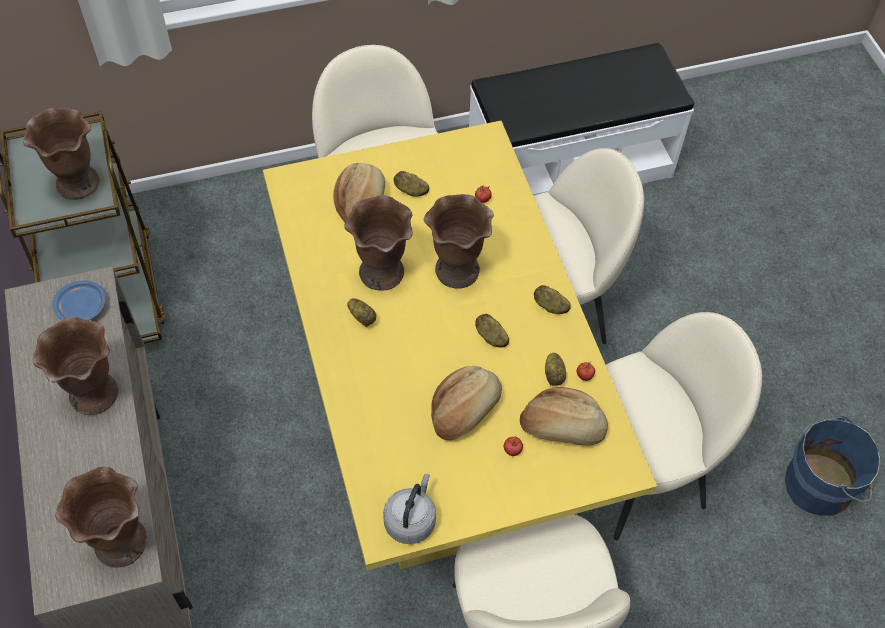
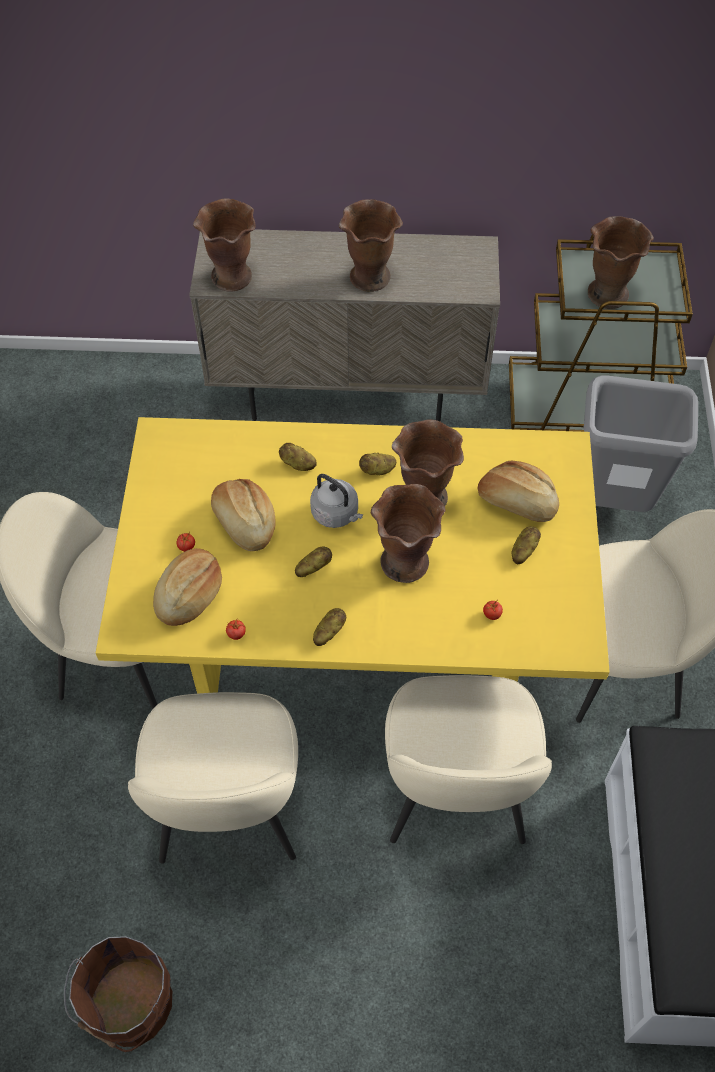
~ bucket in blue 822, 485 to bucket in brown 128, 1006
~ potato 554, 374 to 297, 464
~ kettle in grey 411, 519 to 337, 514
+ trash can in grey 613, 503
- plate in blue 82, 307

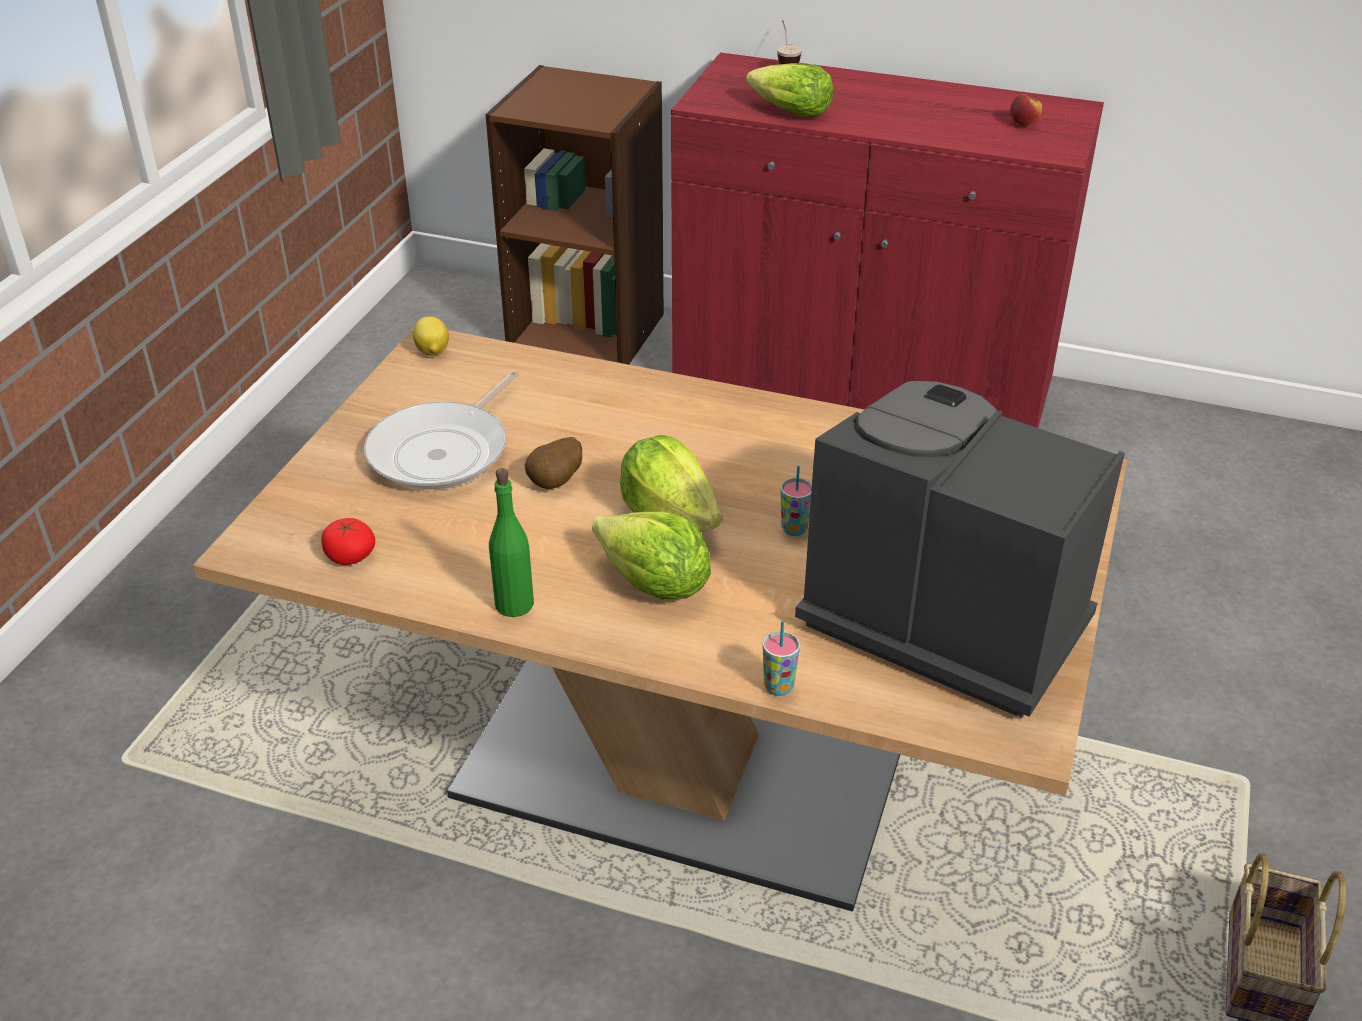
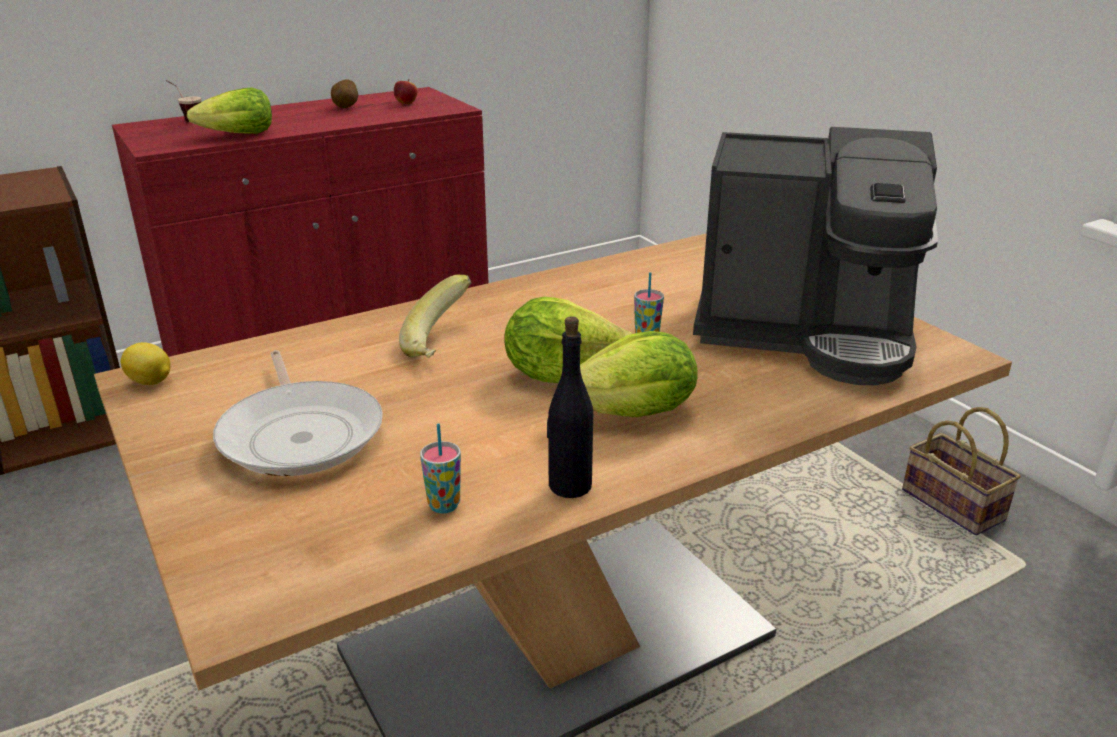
~ potato 556, 483 to 347, 107
+ banana 441, 345
~ cup 778, 687 to 444, 505
~ bottle in green 514, 604 to bottle in black 569, 485
~ coffee machine 940, 617 = 806, 332 150 degrees counterclockwise
- tomato 350, 555

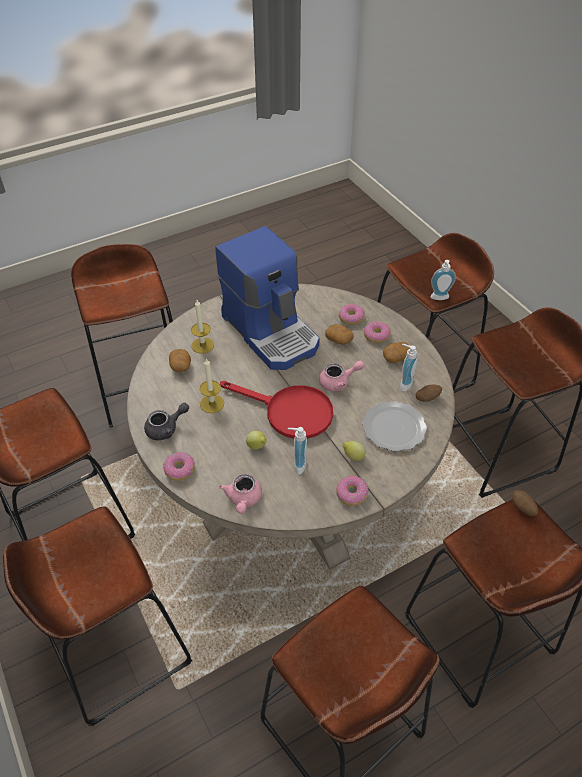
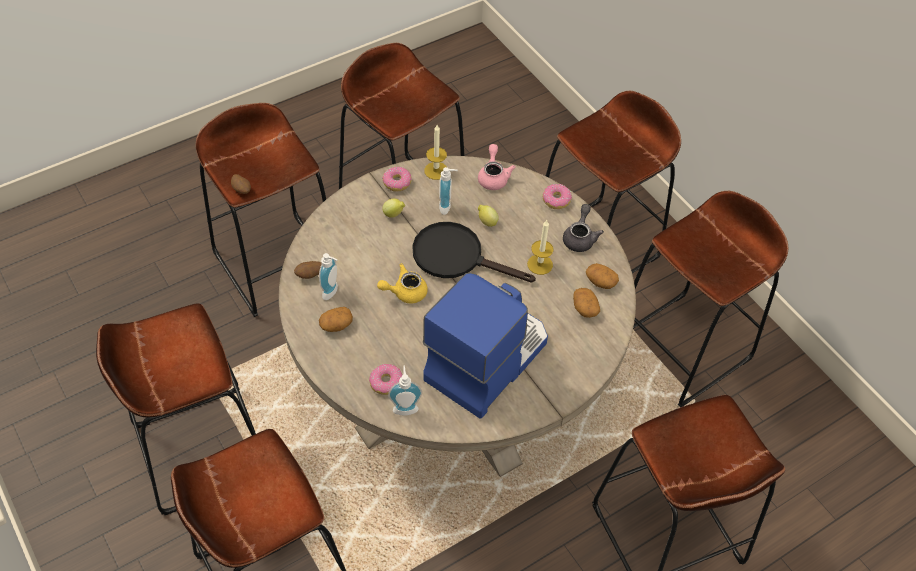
~ teapot in pink 338, 382 to teapot in yellow 405, 292
~ soap dispenser 440, 298 to 405, 407
~ frying pan in red 290, 412 to frying pan in black 457, 257
~ coffee machine 272, 331 = 485, 359 75 degrees clockwise
~ candle 202, 345 to 436, 171
~ teapot in grey 166, 428 = 580, 237 135 degrees clockwise
~ potato 339, 340 to 600, 281
- plate 393, 427
- donut 376, 336

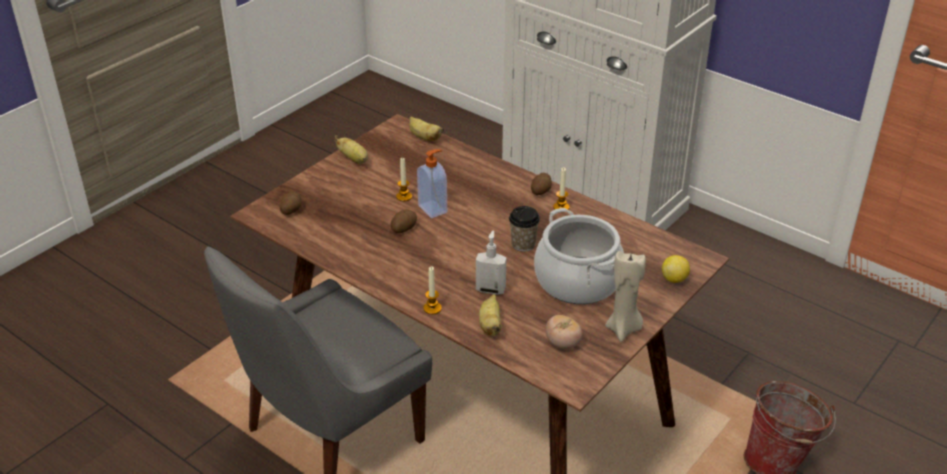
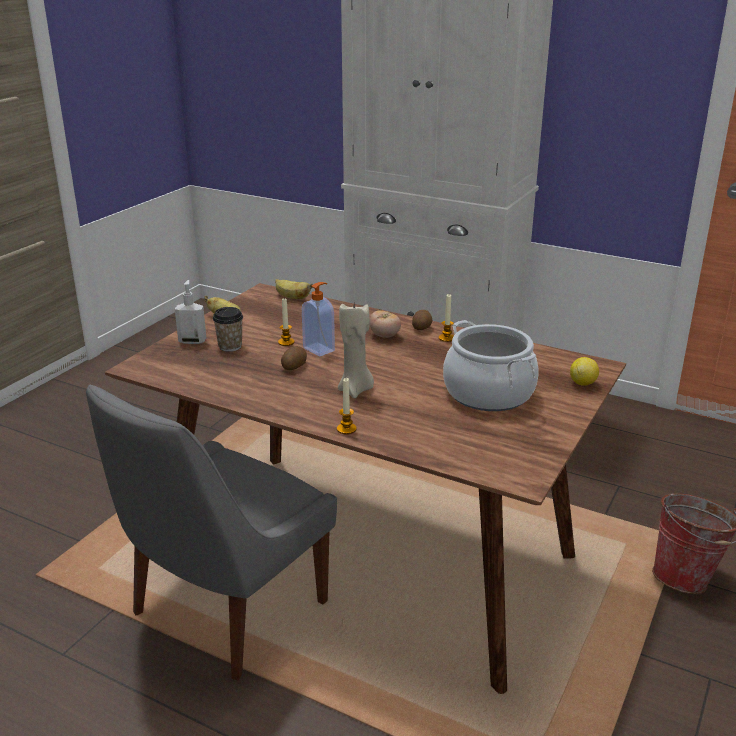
~ soap dispenser 490, 289 to 192, 341
~ cup 523, 244 to 230, 346
~ candle in beige 624, 329 to 356, 390
~ tomato 562, 343 to 384, 336
- potato 291, 210
- banana 490, 325

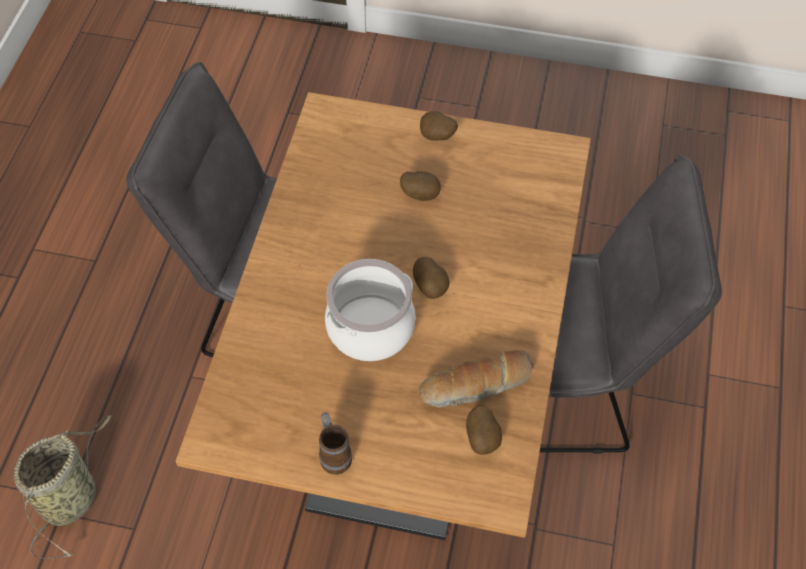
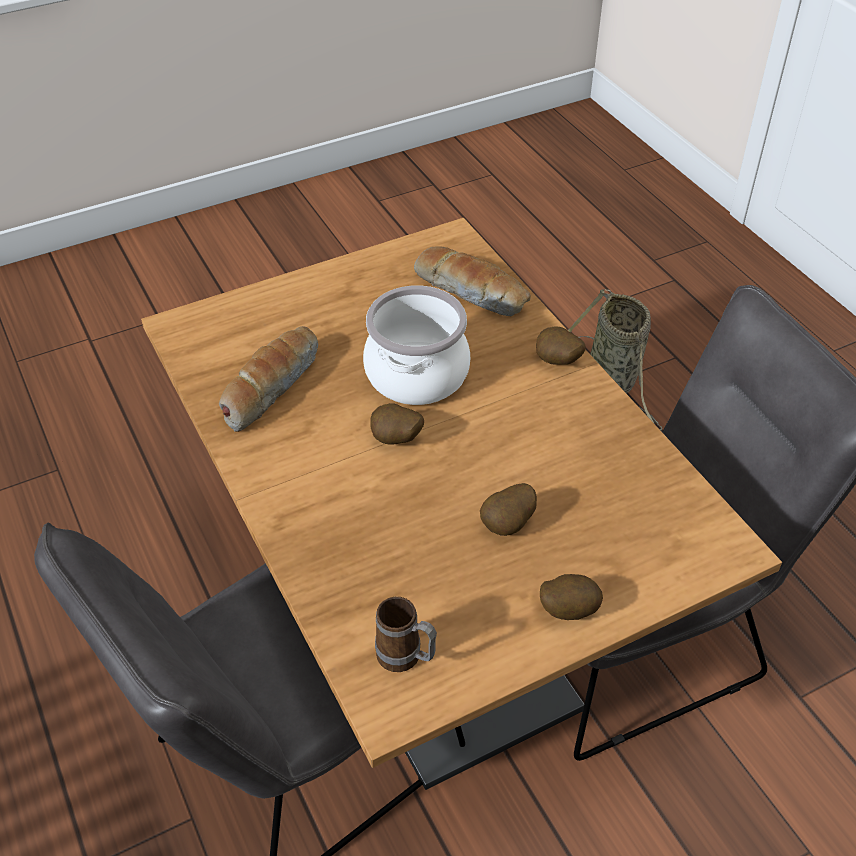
~ mug 334, 454 to 406, 658
+ bread 472, 291
~ potato 483, 439 to 557, 362

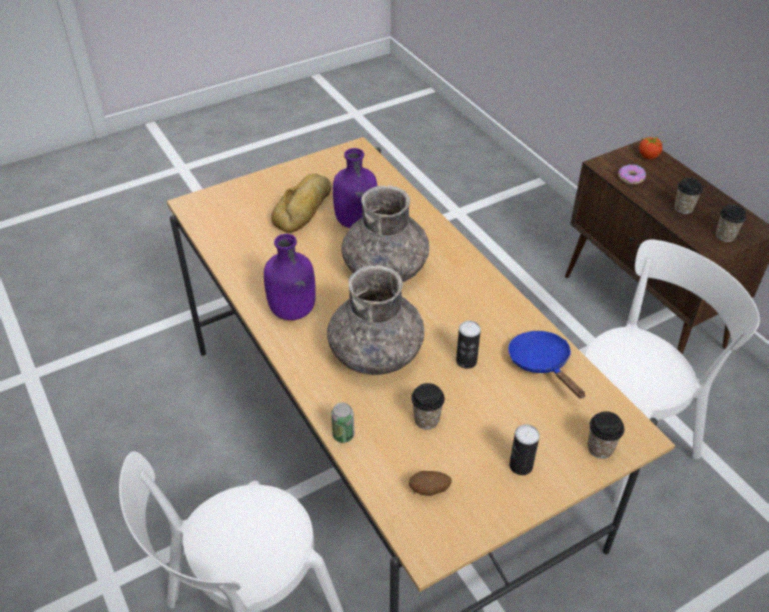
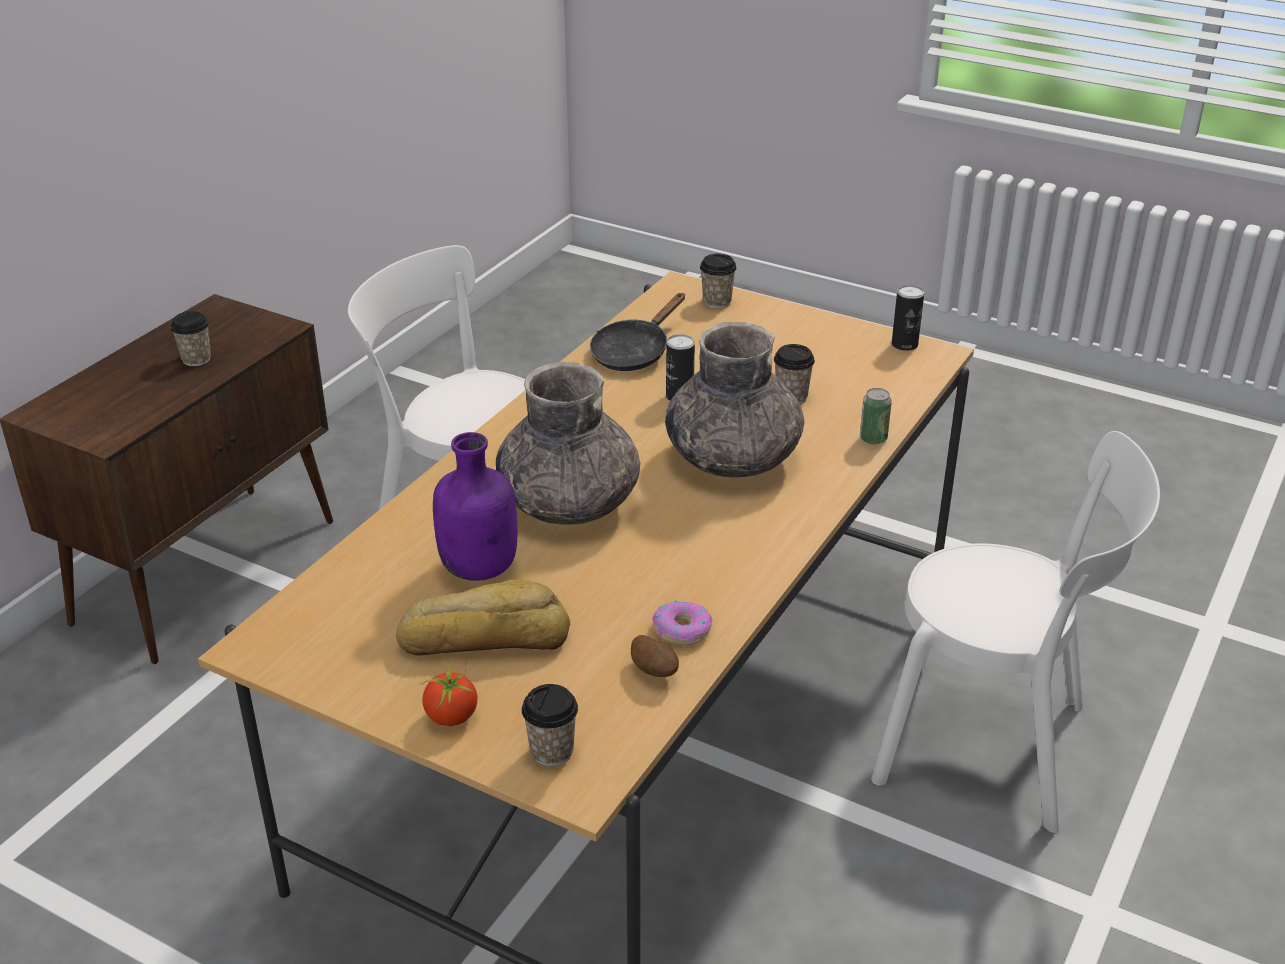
~ tomato 648, 156 to 451, 716
~ cup 725, 235 to 551, 751
~ frying pan in blue 542, 363 to frying pan in black 634, 352
~ potato 429, 490 to 654, 672
~ donut 631, 178 to 682, 630
~ can 521, 466 to 904, 344
- bottle in purple 293, 311

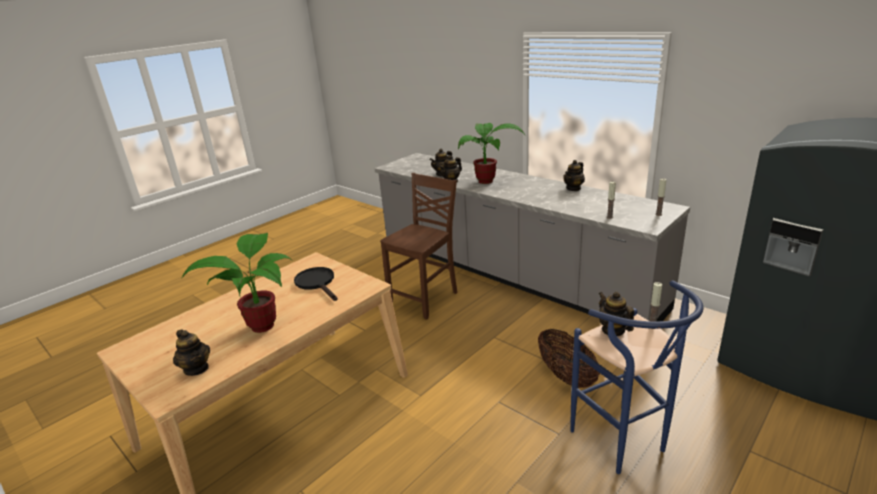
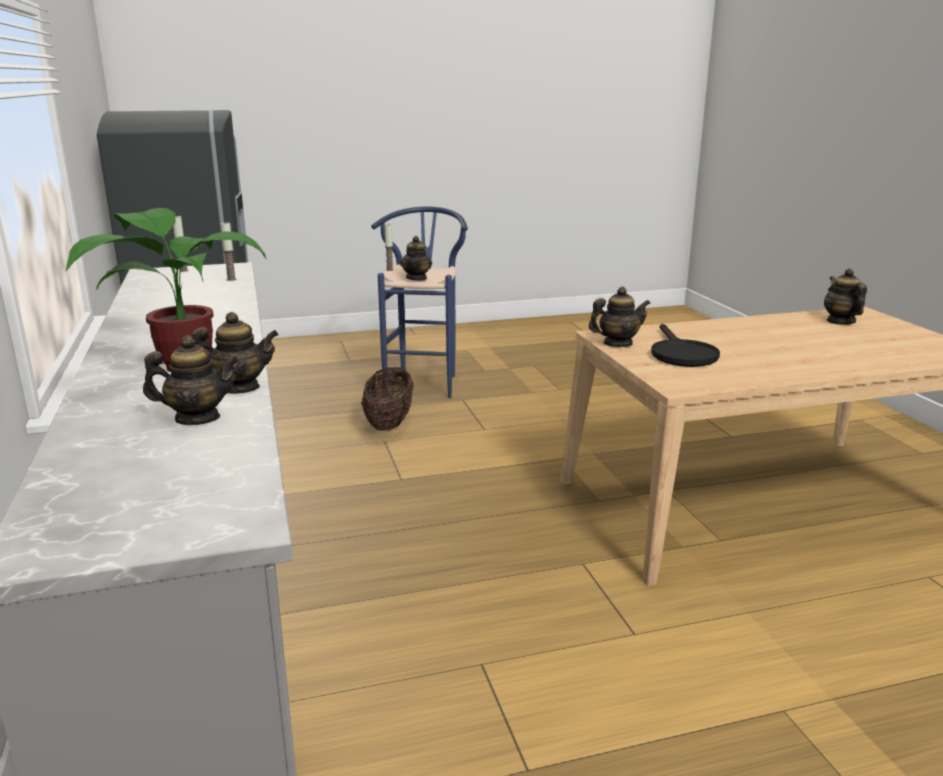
~ teapot 573, 188 to 617, 344
- potted plant 263, 323
- chair in brown 425, 299

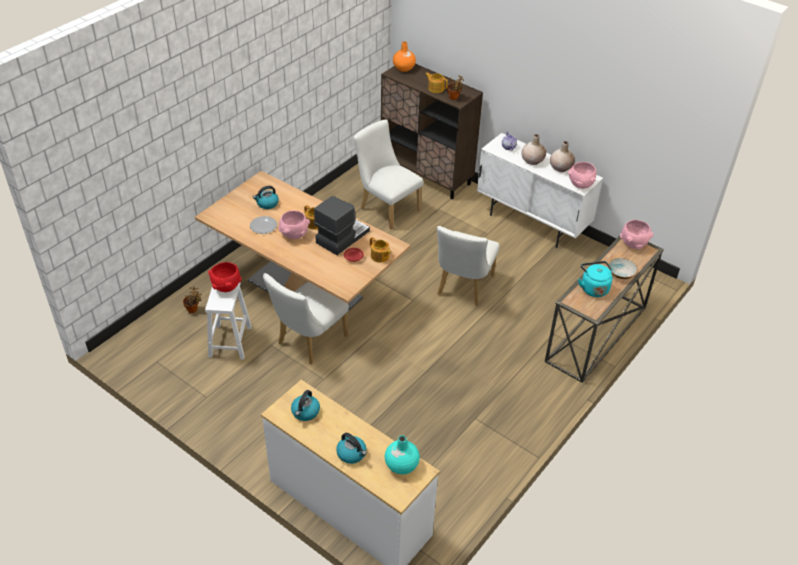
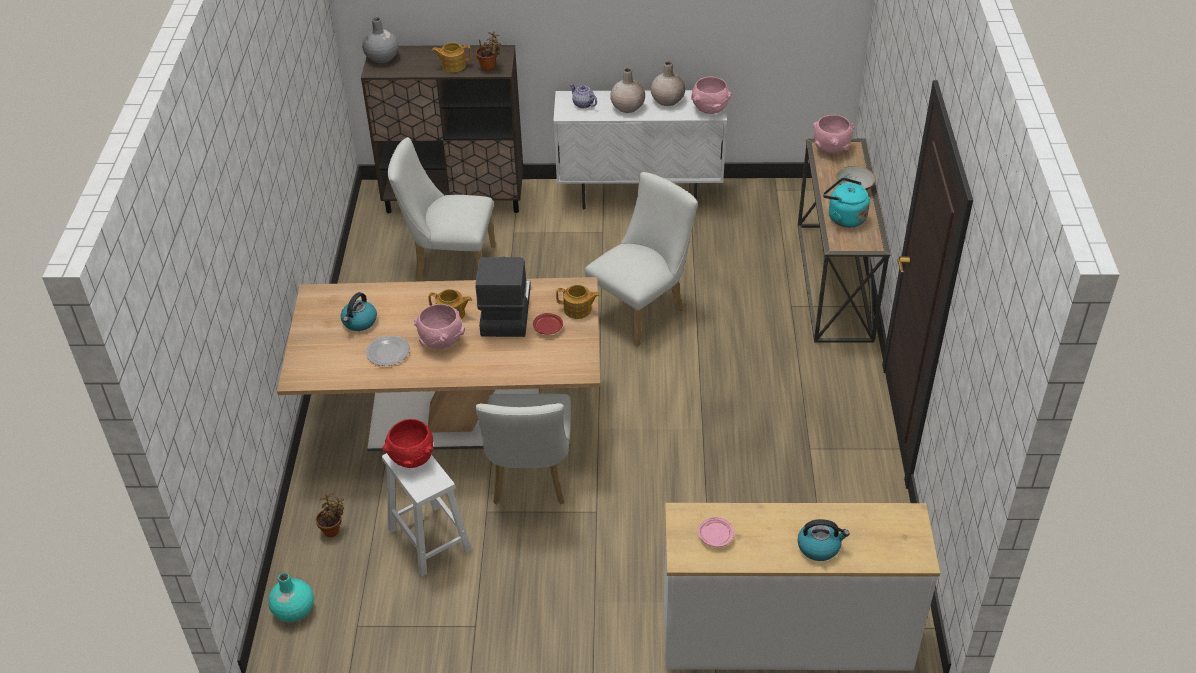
~ vase in turquoise 401, 464 to 293, 610
~ vase in orange 403, 68 to vase in grey 382, 58
~ chair in white 463, 288 = 642, 310 120 degrees counterclockwise
~ kettle 305, 412 to plate in pink 715, 536

